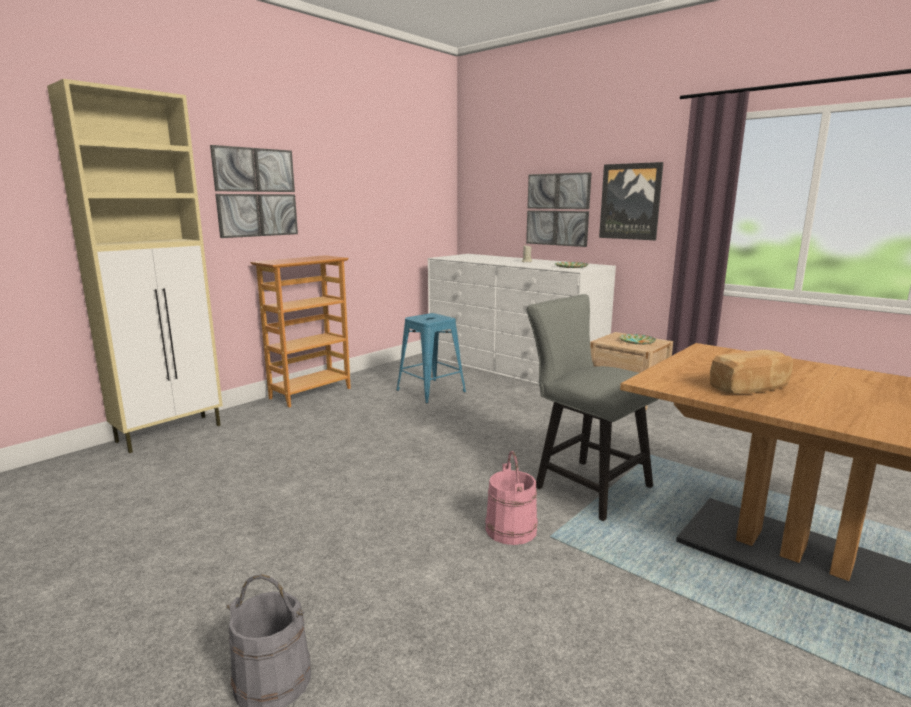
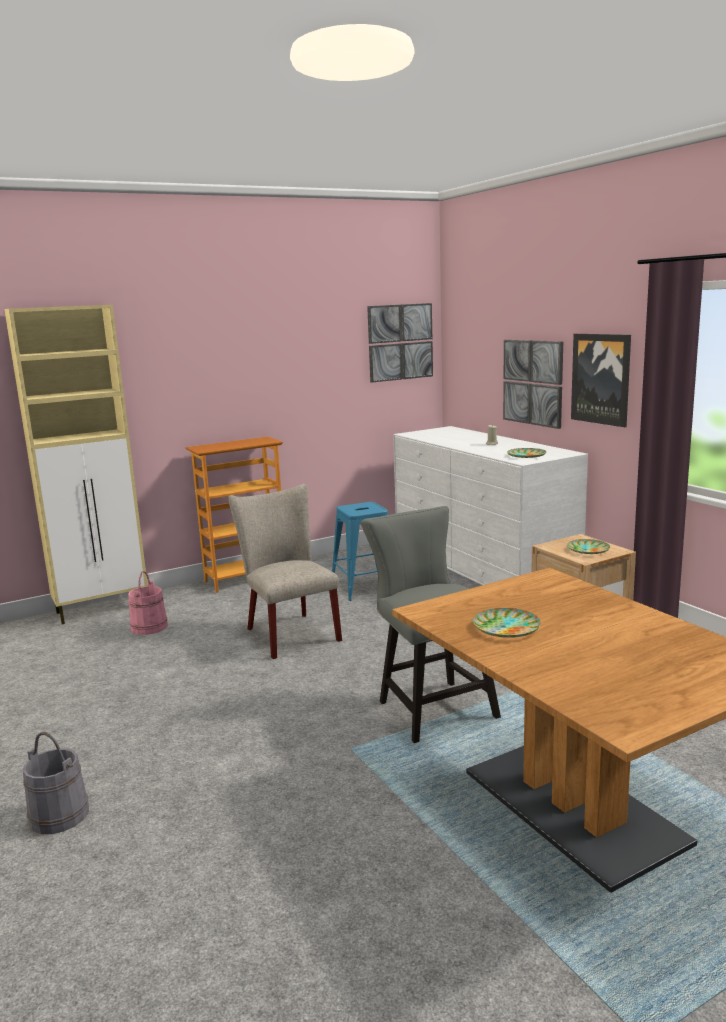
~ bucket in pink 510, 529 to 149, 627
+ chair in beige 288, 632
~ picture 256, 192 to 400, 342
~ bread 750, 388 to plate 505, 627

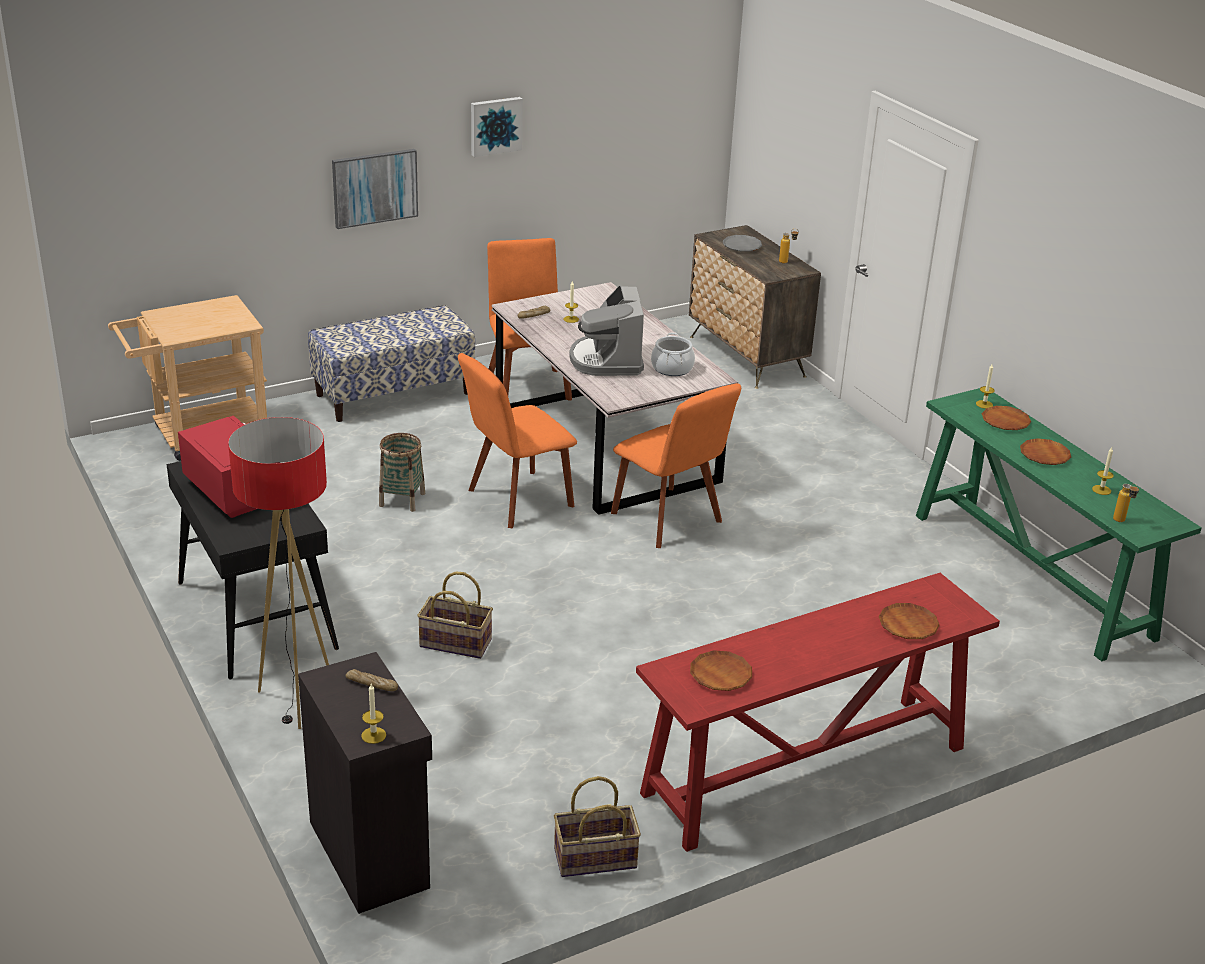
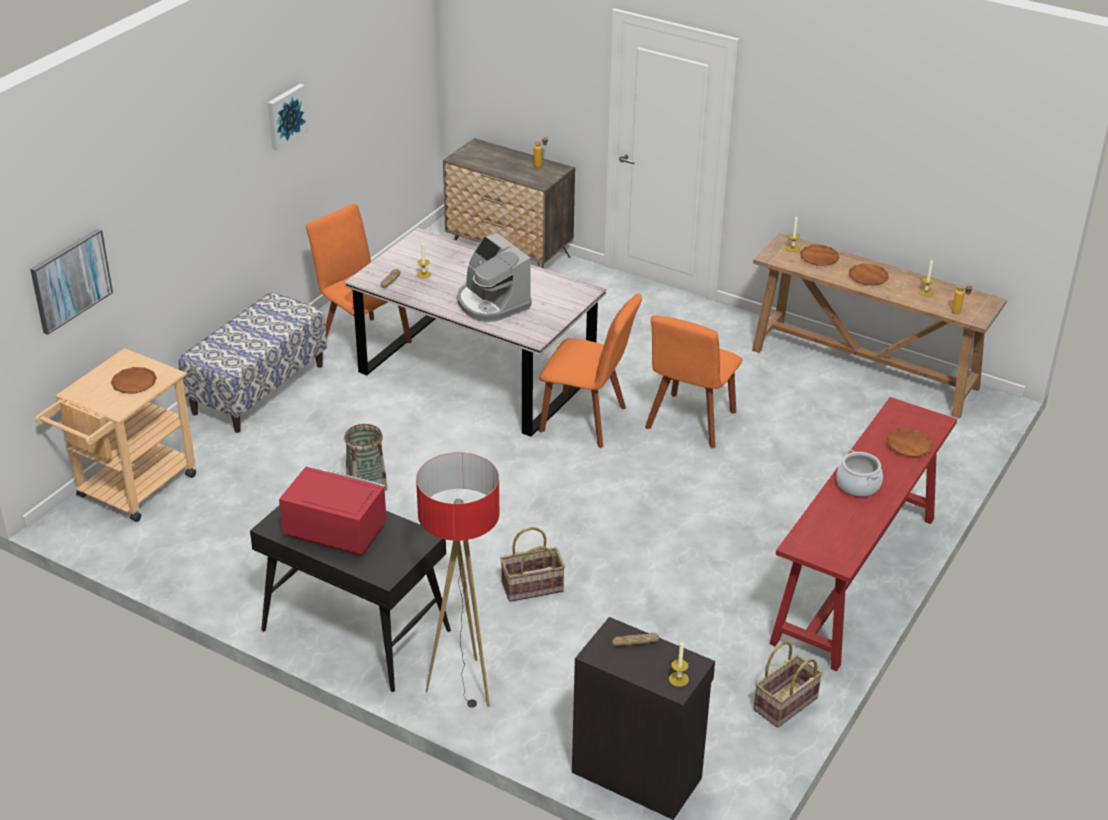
~ picture 374, 187 to 70, 280
~ plate in brown 720, 675 to 134, 383
~ chair in orange 516, 500 to 689, 423
~ console table in green 1032, 575 to console table in brown 865, 369
~ cooking pot 672, 368 to 858, 485
- plate in grey 742, 246

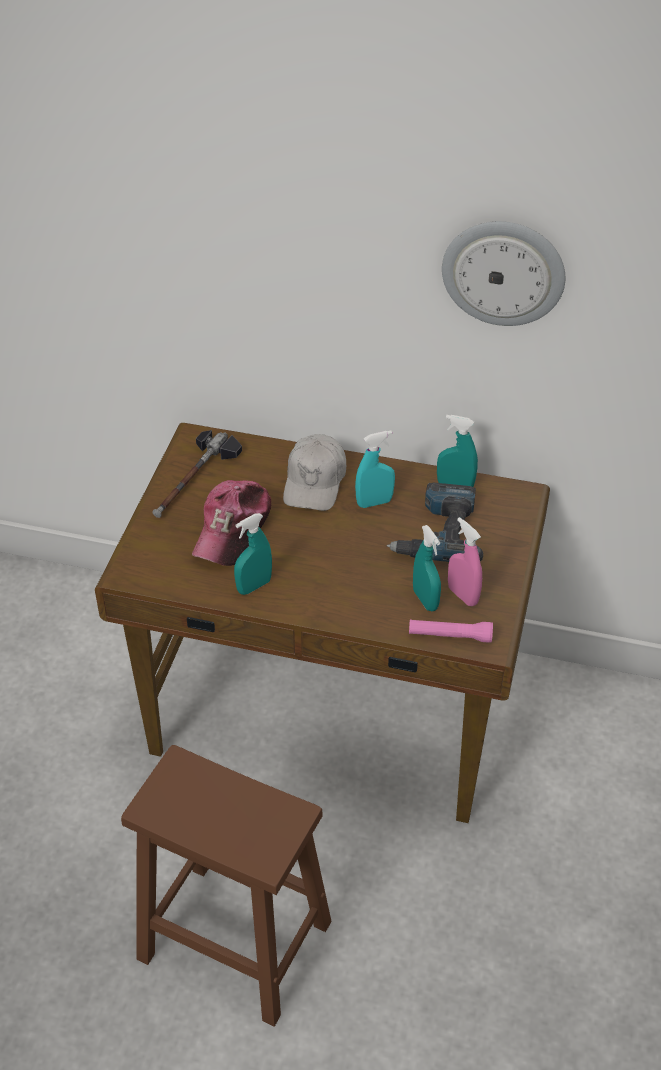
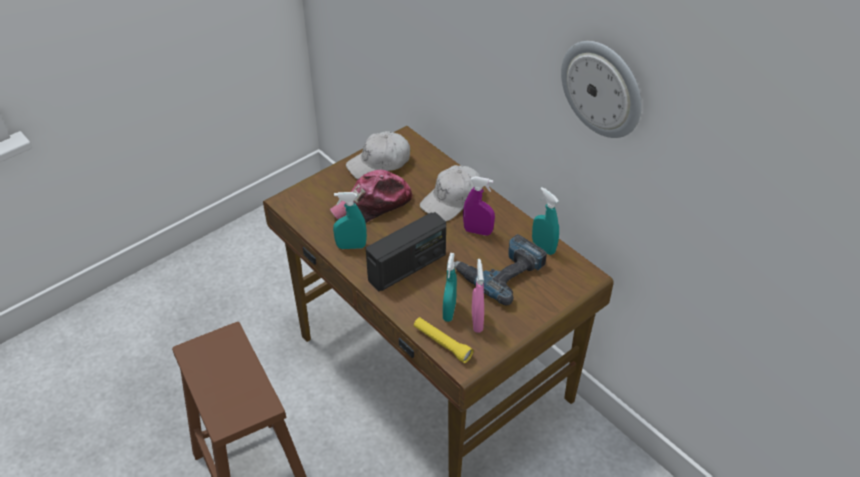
~ hammer 194, 479 to cap in white 379, 163
+ radio 407, 267
~ flashlight in pink 449, 636 to flashlight in yellow 442, 343
~ spray bottle in turquoise 374, 502 to spray bottle in purple 478, 231

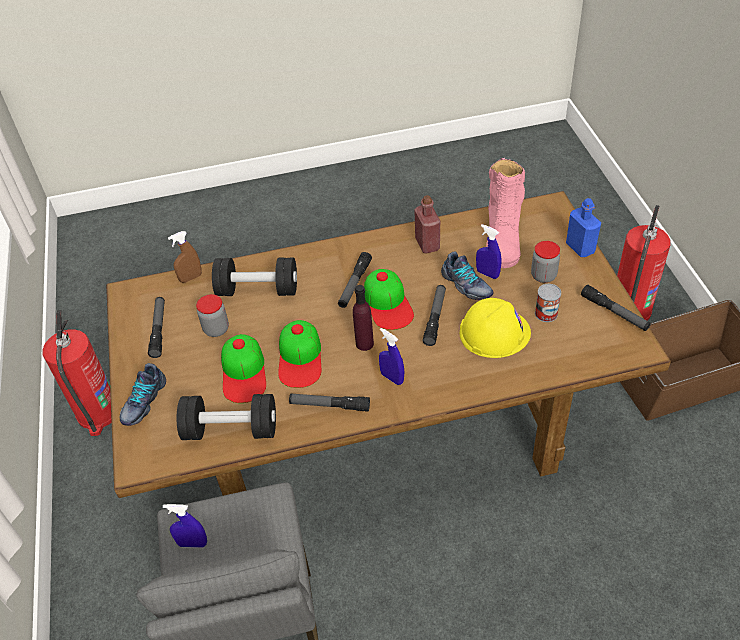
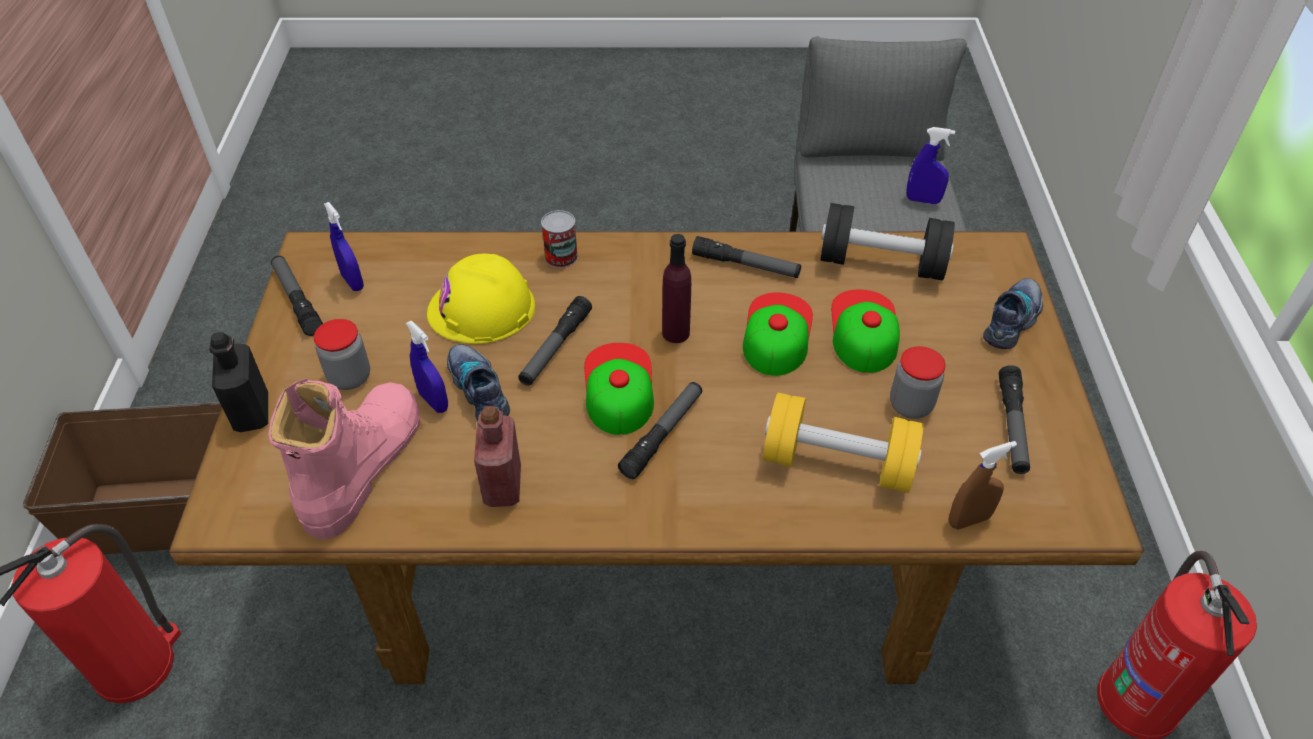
~ bottle in blue 580, 248 to bottle in black 252, 413
~ spray bottle in blue 392, 378 to 352, 282
~ can 546, 313 to 561, 256
~ dumbbell in black 258, 290 to dumbbell in yellow 837, 463

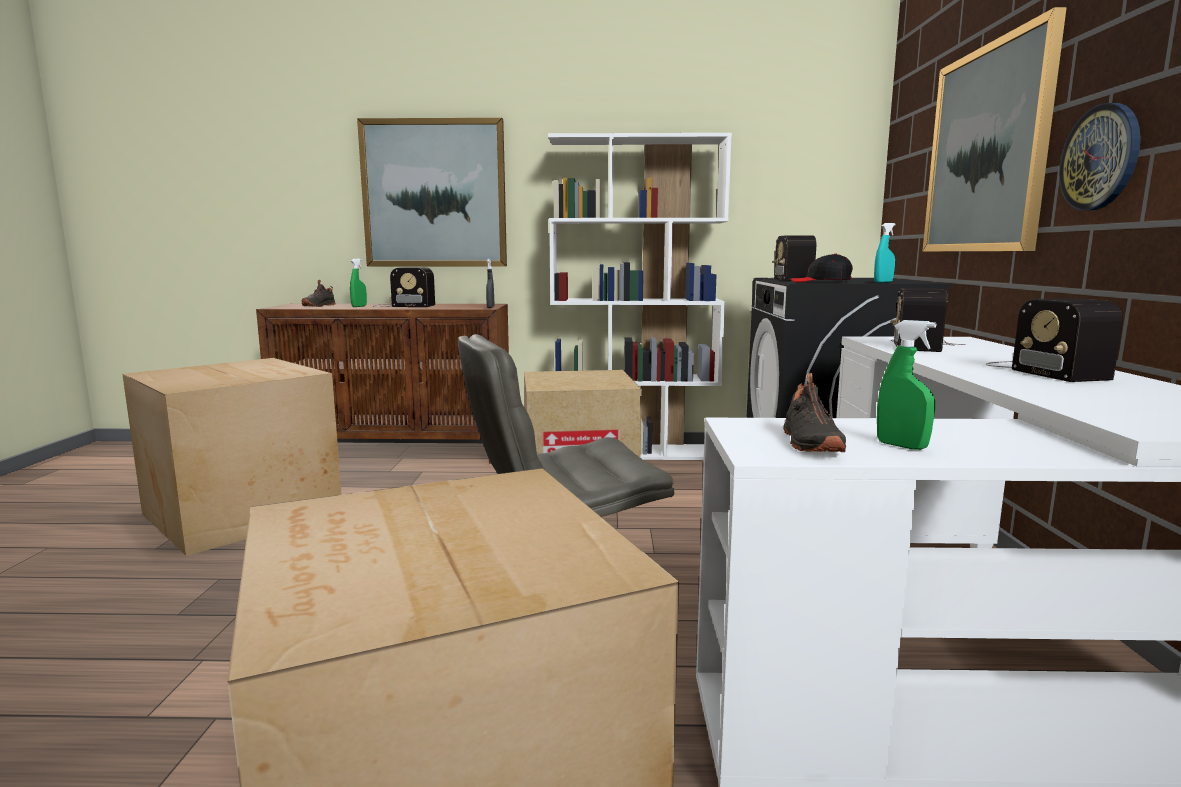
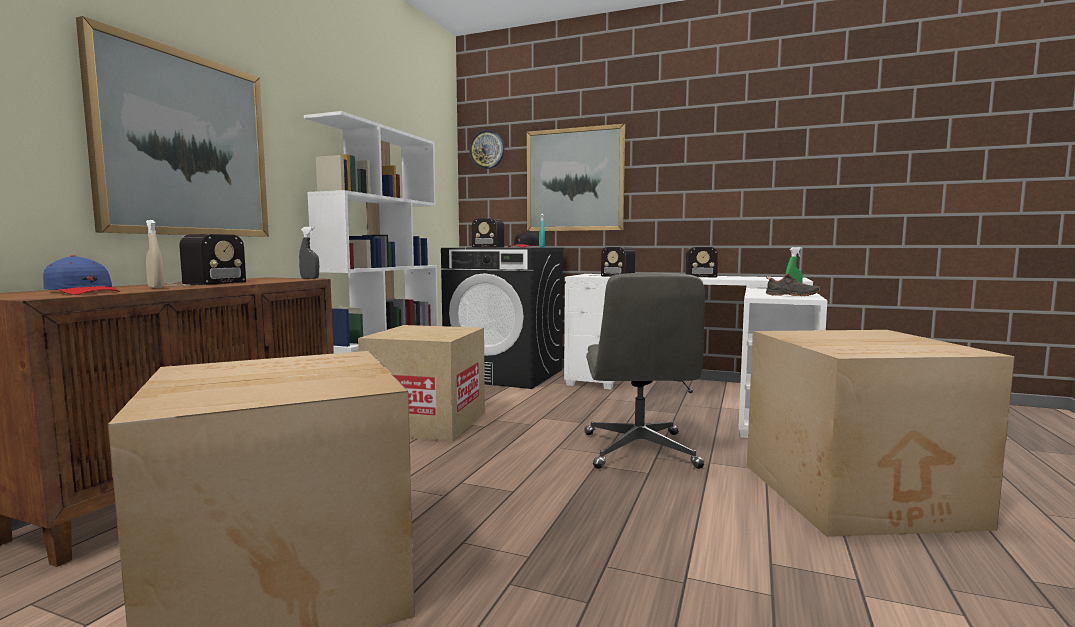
~ shoe in black 318, 306 to cap in blue 83, 292
~ spray bottle in green 359, 306 to spray bottle in beige 155, 287
~ wall clock 1100, 157 to 487, 149

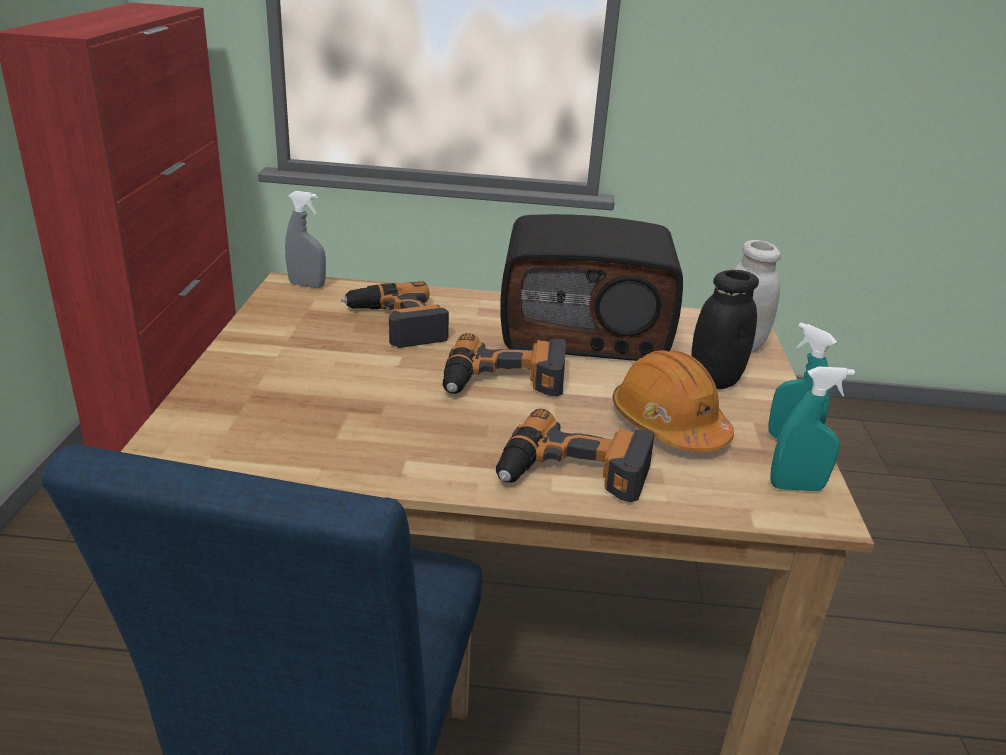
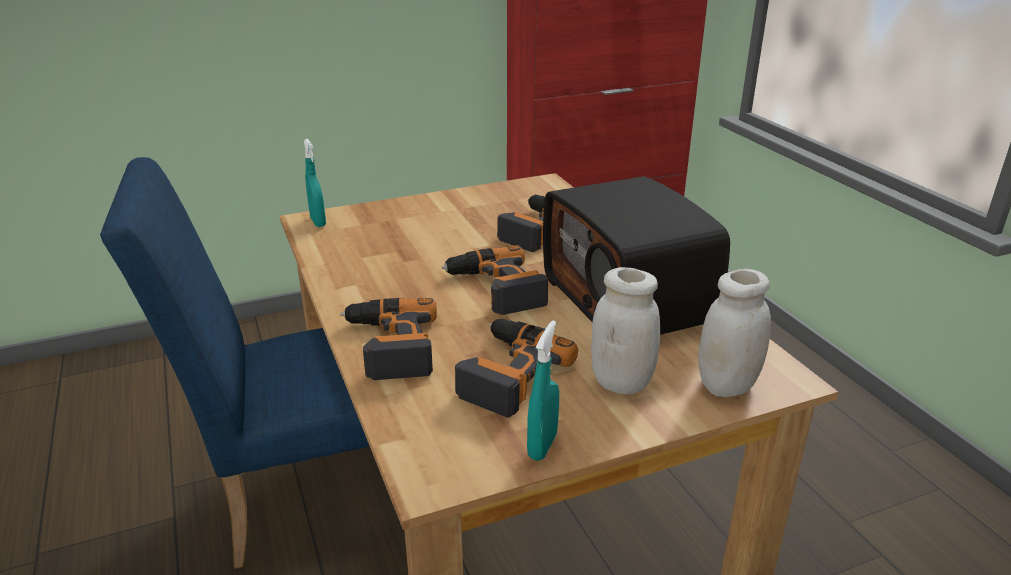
~ spray bottle in turquoise 796, 487 to 318, 222
~ hard hat in orange 668, 424 to power drill 506, 373
~ jar in black 714, 380 to jar in white 621, 382
- spray bottle in grey 307, 285

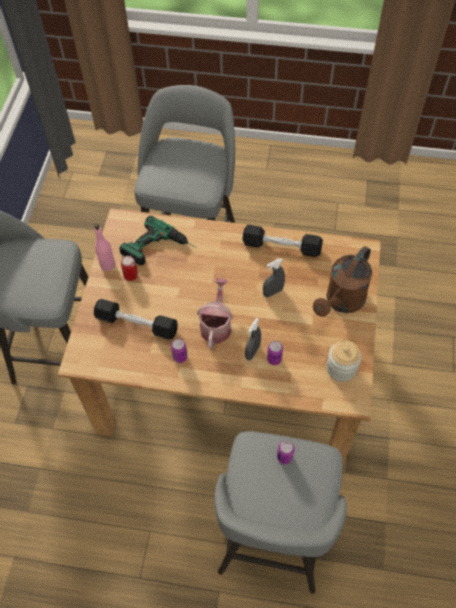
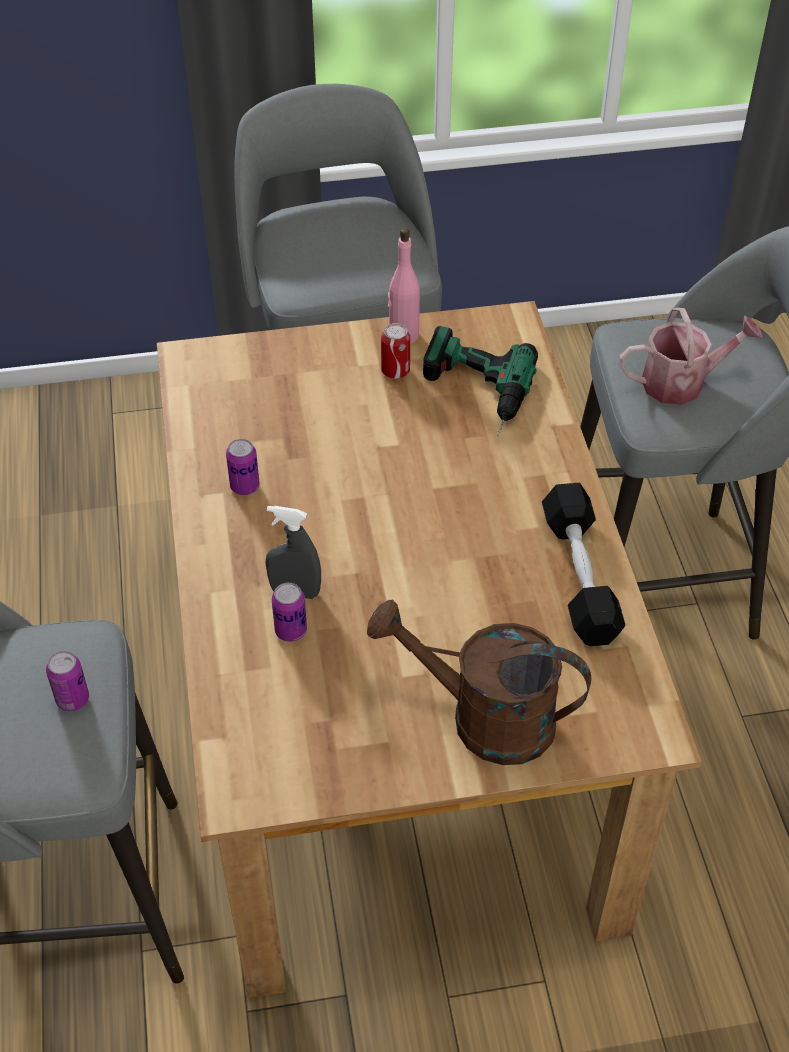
~ watering can 216, 325 to 682, 382
- dumbbell in black 137, 324
- spray bottle in grey 273, 292
- jar 341, 368

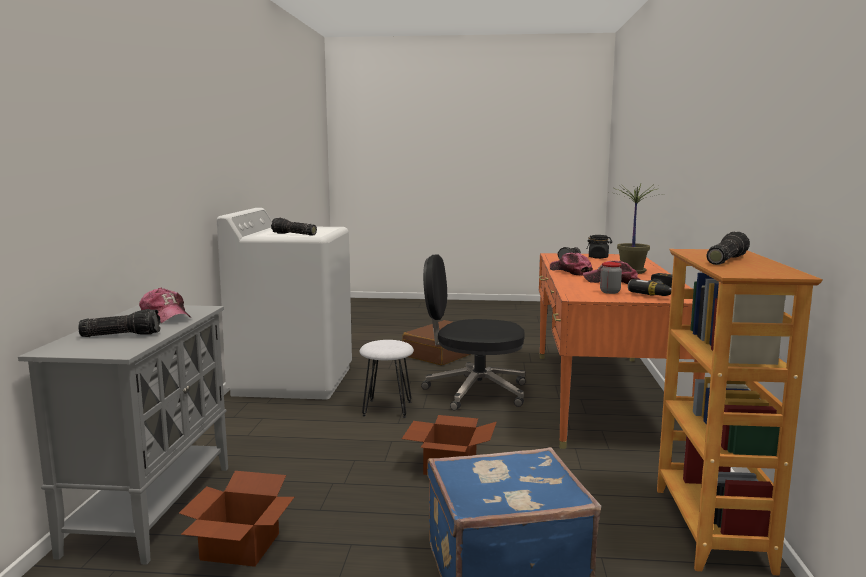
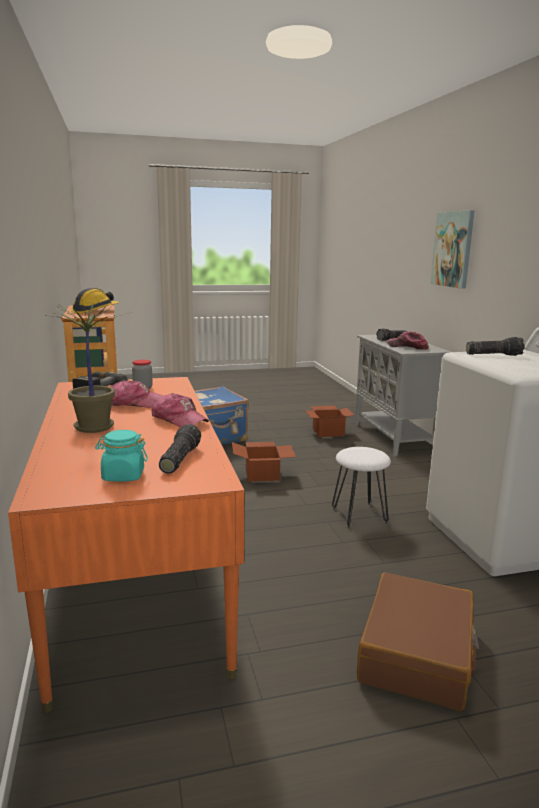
~ flashlight 724, 260 to hard hat 94, 311
~ jar in black 598, 257 to jar in turquoise 123, 476
+ picture 453, 249
- office chair in black 474, 392

